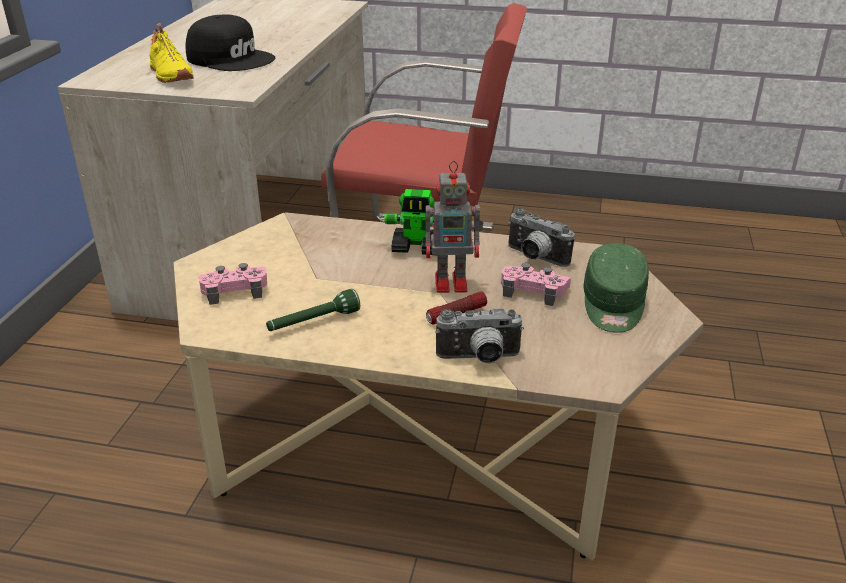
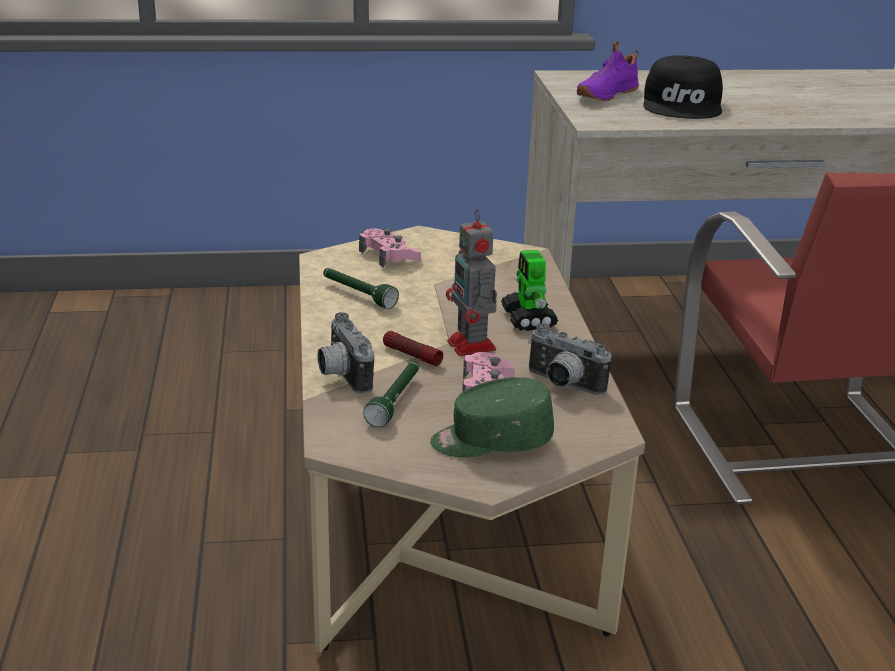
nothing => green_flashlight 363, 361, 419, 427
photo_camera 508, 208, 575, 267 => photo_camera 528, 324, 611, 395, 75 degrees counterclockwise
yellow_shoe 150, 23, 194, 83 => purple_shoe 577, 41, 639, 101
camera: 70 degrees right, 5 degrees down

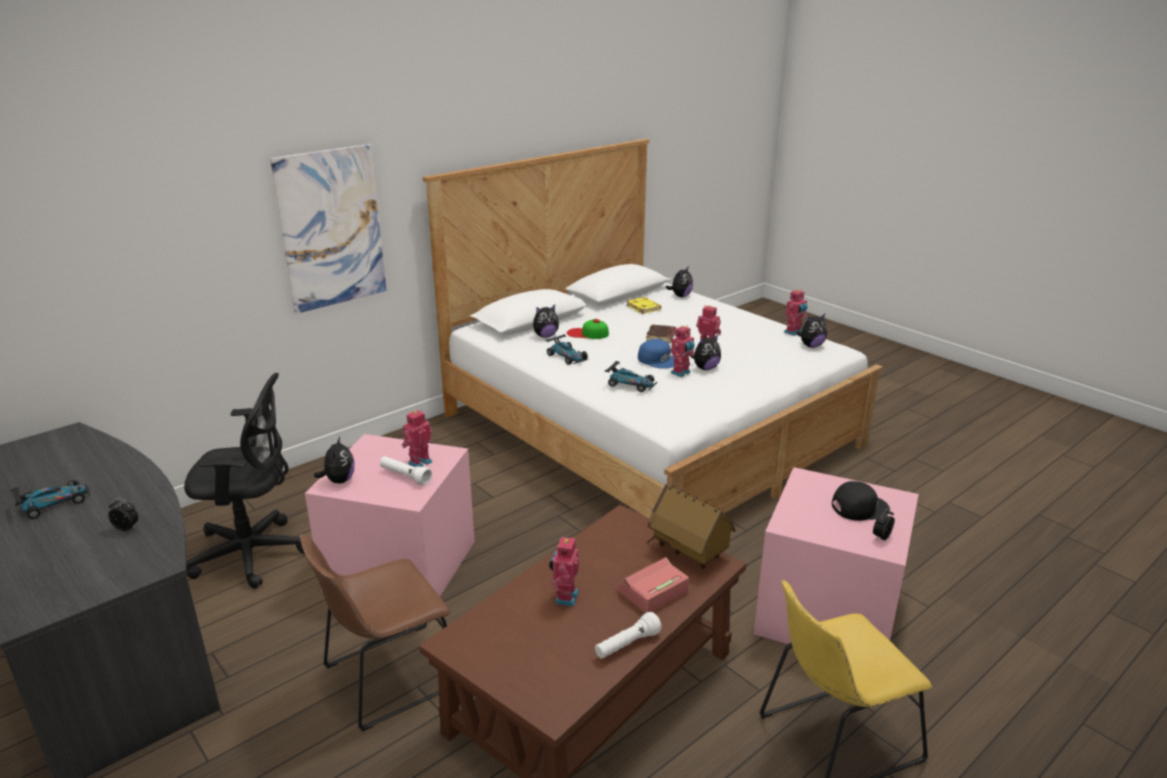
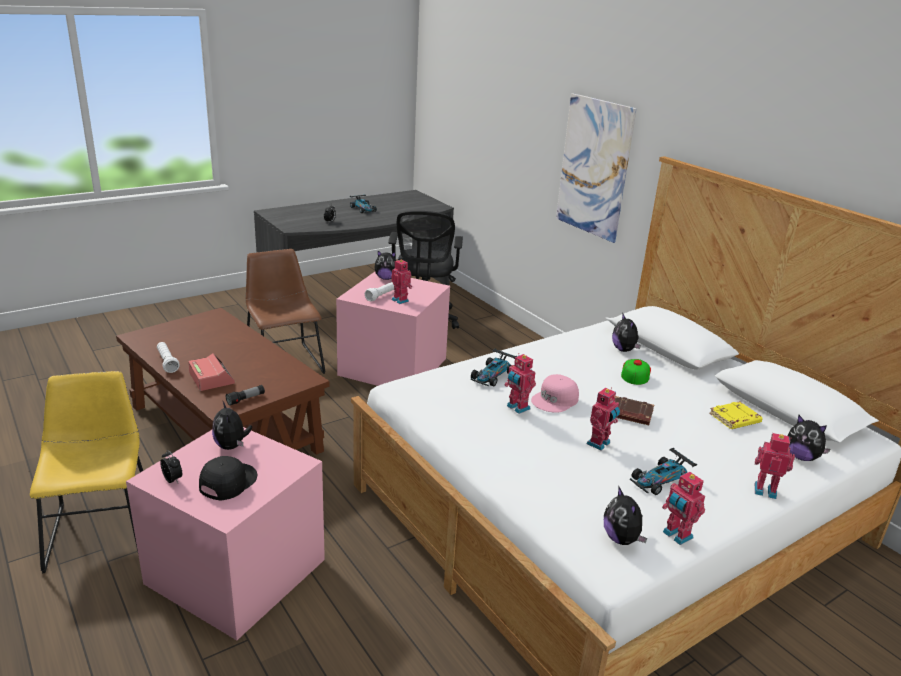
black_cap 832, 481, 890, 521 => black_cap 199, 456, 257, 500, 150 degrees counterclockwise
plush_toy 690, 335, 721, 370 => plush_toy 212, 400, 252, 450, relocated
toy_house 646, 484, 735, 569 => flashlight 226, 385, 265, 406
blue_cap 638, 339, 674, 369 => pink_cap 531, 374, 579, 413
toy_car 546, 334, 588, 365 => toy_car 630, 448, 697, 495, relocated
toy_robot 549, 535, 579, 606 => toy_robot 755, 433, 795, 499, relocated
camera: 95 degrees right, 0 degrees up

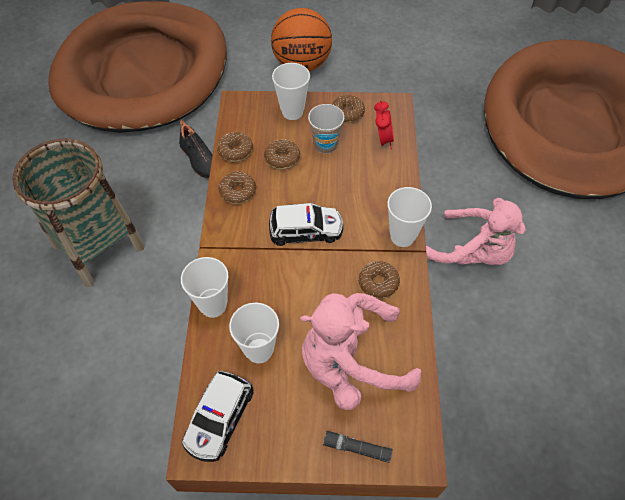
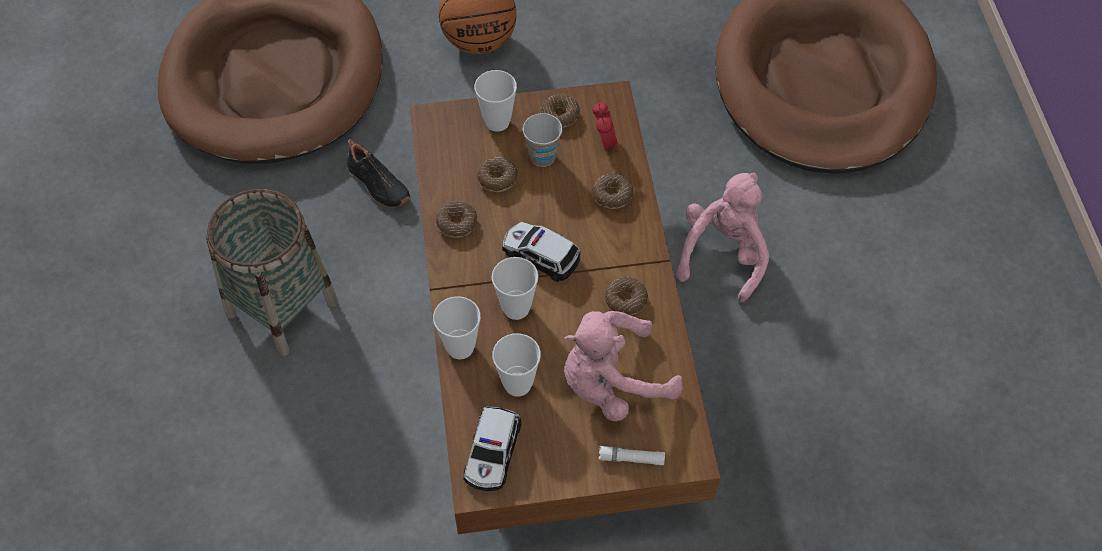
cup 387, 187, 432, 247 => cup 492, 257, 539, 320, relocated
toy_car 269, 203, 343, 246 => toy_car 502, 222, 580, 282, 135 degrees counterclockwise
donut 217, 132, 253, 162 => donut 593, 173, 634, 209, relocated
black_flashlight 323, 431, 393, 463 => white_flashlight 599, 446, 665, 465
pink_plush_toy 426, 198, 526, 265 => pink_plush_toy 677, 172, 769, 303, 90 degrees counterclockwise
camera: 10 degrees left, 0 degrees up

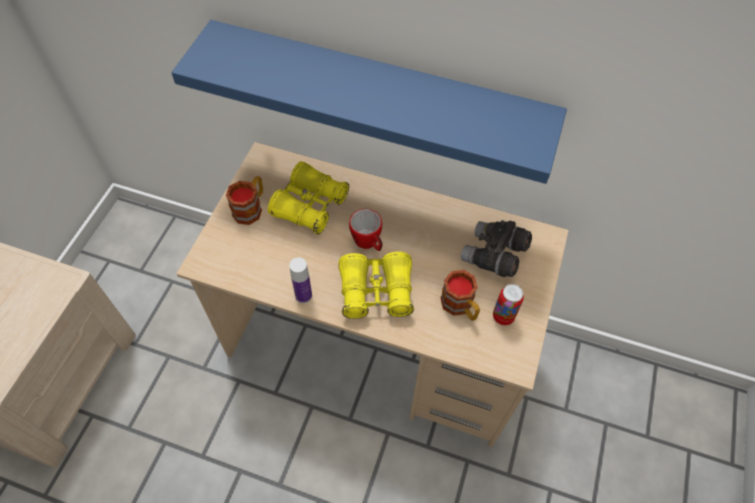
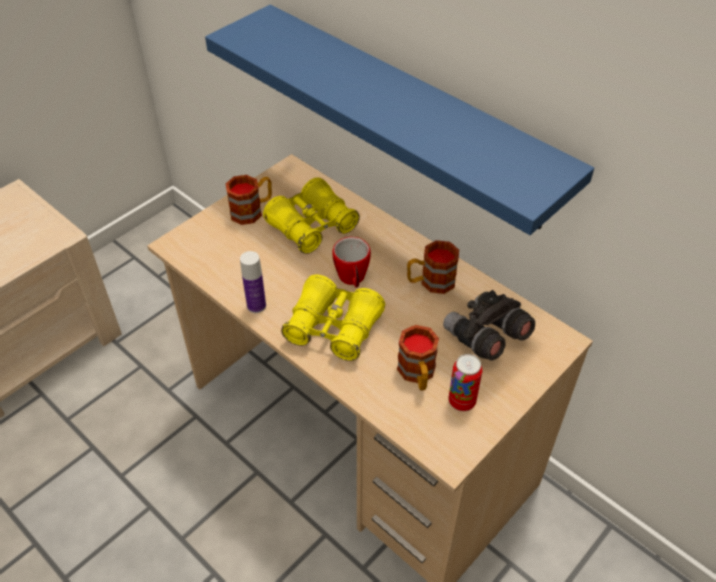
nothing => mug 407, 240, 459, 294
camera: 25 degrees right, 10 degrees down

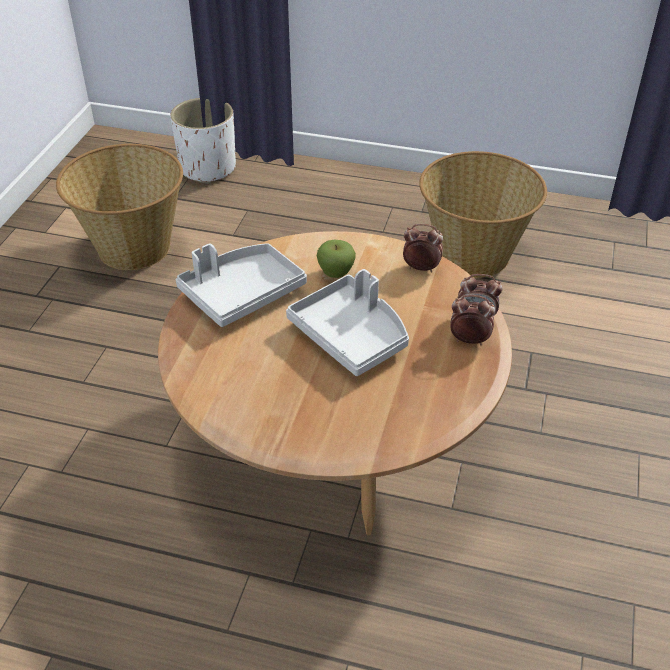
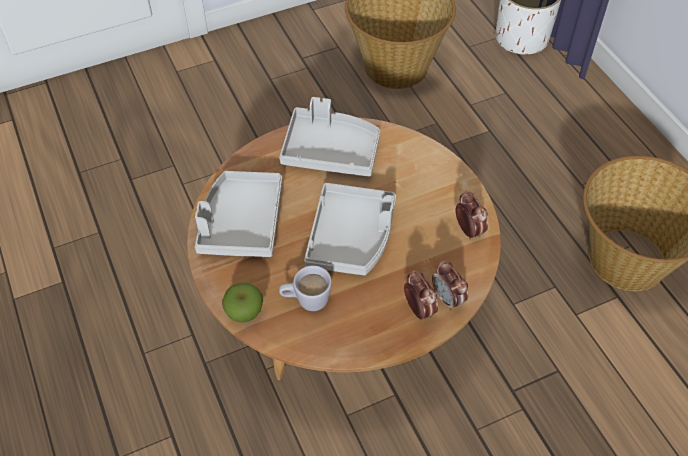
nothing => grey_tray 195, 171, 282, 257
apple 317, 240, 356, 278 => apple 222, 282, 263, 322, relocated
nothing => white_mug 279, 266, 332, 311
camera: 50 degrees right, 10 degrees up

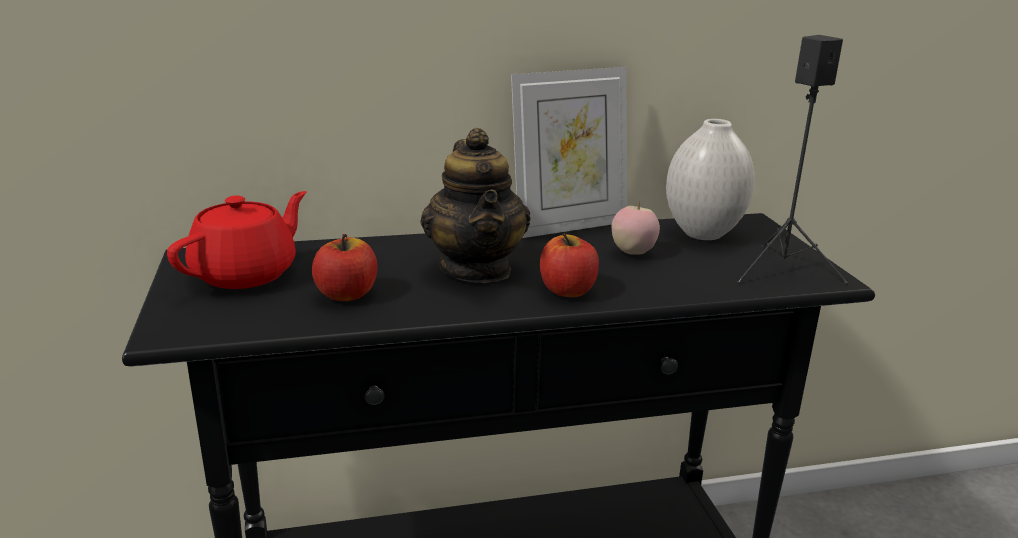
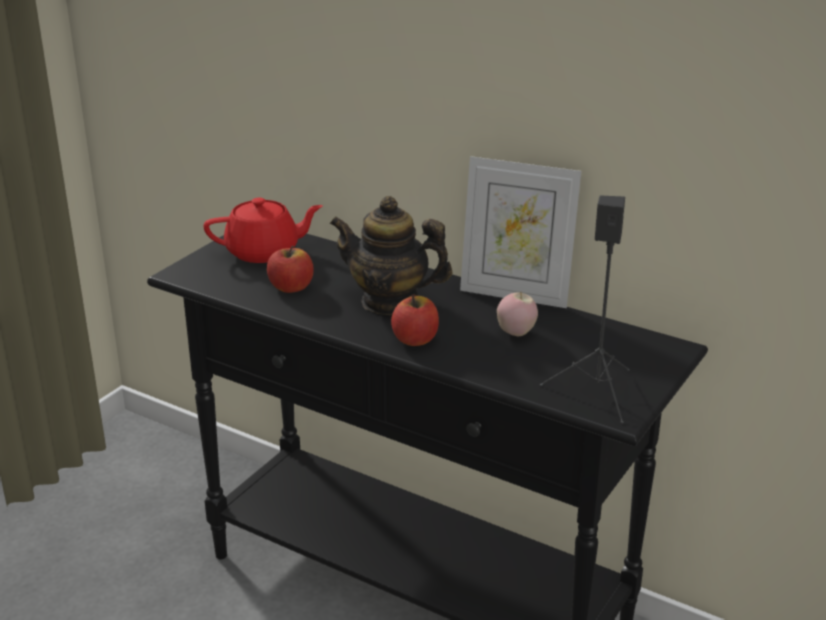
teapot 420, 128, 531, 283 => teapot 330, 196, 453, 315, 75 degrees clockwise
white_vase 666, 119, 755, 240 => nothing
camera: 45 degrees right, 5 degrees up

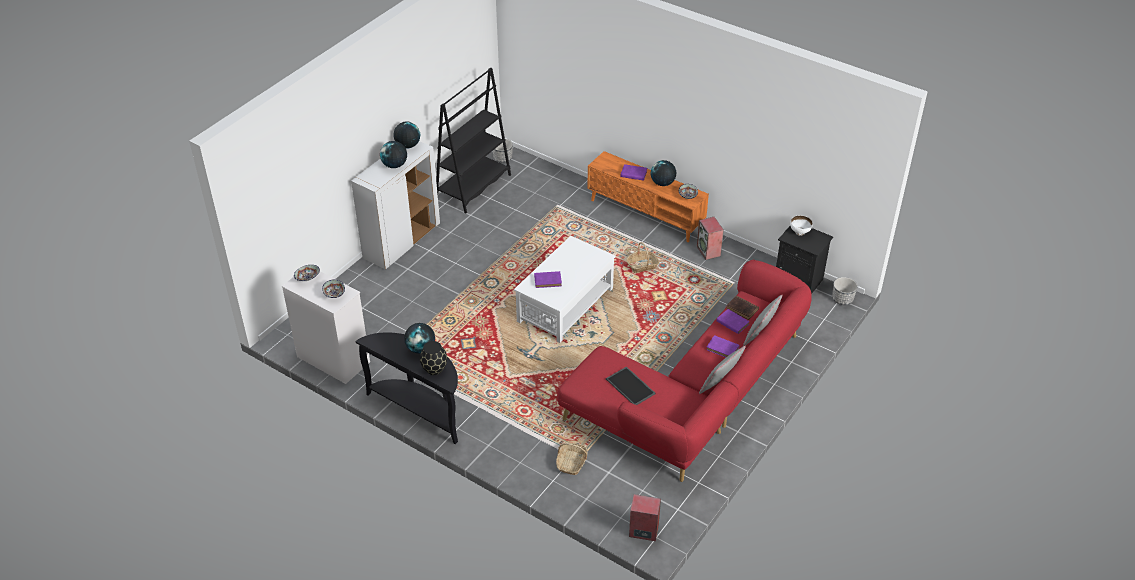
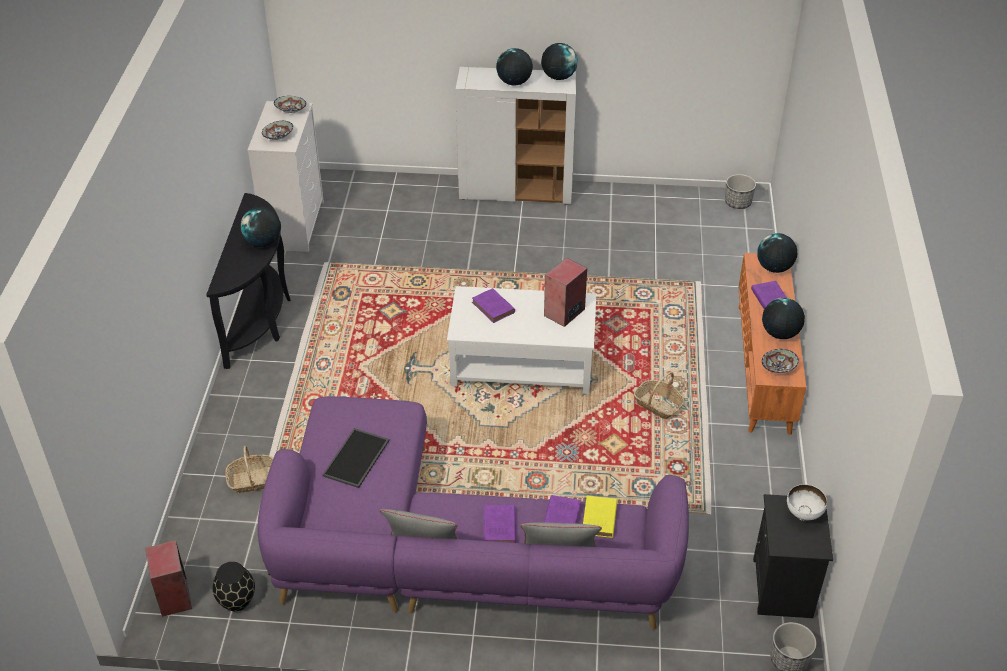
black_vase 420, 341, 447, 375 => black_vase 212, 562, 255, 611, relocated
red_sofa 557, 260, 812, 482 => purple_sofa 258, 396, 689, 629
speaker 697, 217, 724, 260 => speaker 544, 257, 587, 327, relocated
brown_book 726, 296, 759, 320 => yellow_book 583, 496, 617, 538
nothing => globe 757, 233, 797, 273
black_bookcase 436, 68, 511, 213 => nothing
camera: 60 degrees right, 0 degrees up

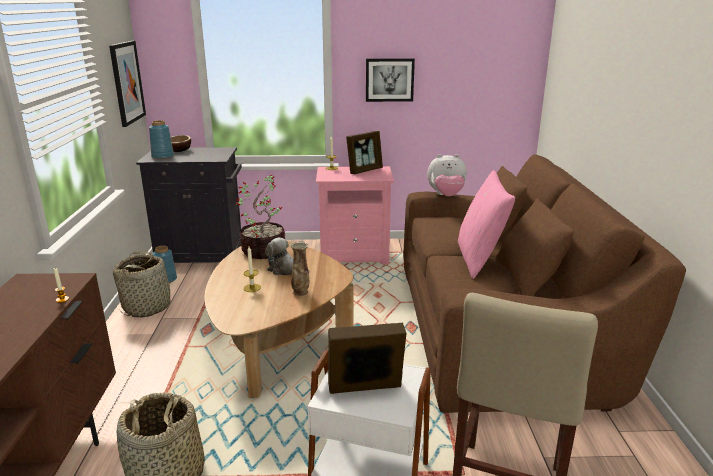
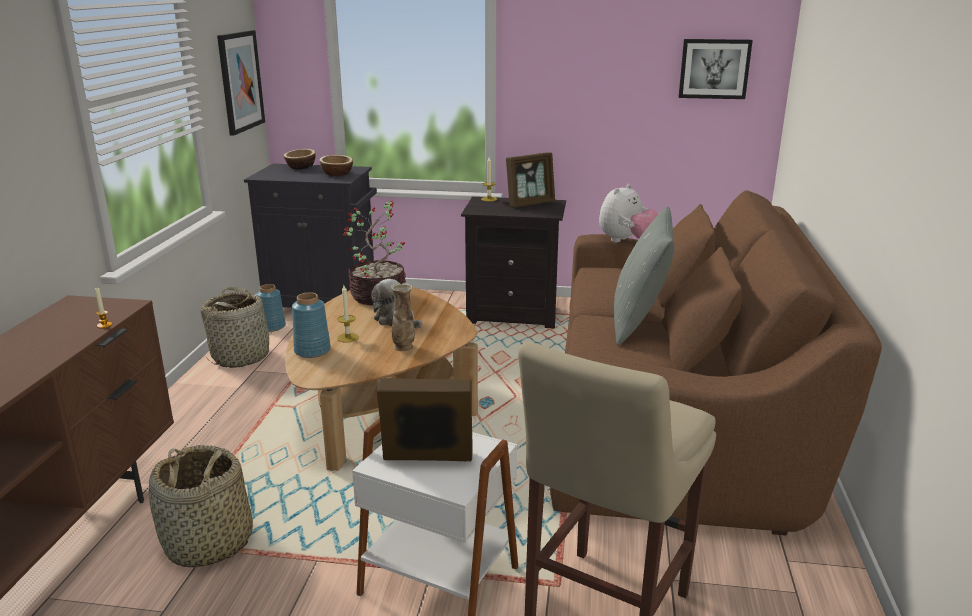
blue_vase 149, 120, 174, 159 => blue_vase 292, 292, 331, 358, relocated
nothing => bowl 319, 155, 353, 176
pink_nightstand 316, 166, 394, 264 => black_nightstand 461, 197, 566, 329
plush_toy 427, 154, 467, 196 => plush_toy 599, 184, 658, 243, 60 degrees counterclockwise
pink_pillow 458, 170, 515, 279 => grey_pillow 614, 207, 675, 346
picture 366, 58, 415, 102 => picture 679, 39, 753, 99, relocated
camera: 10 degrees right, 0 degrees up

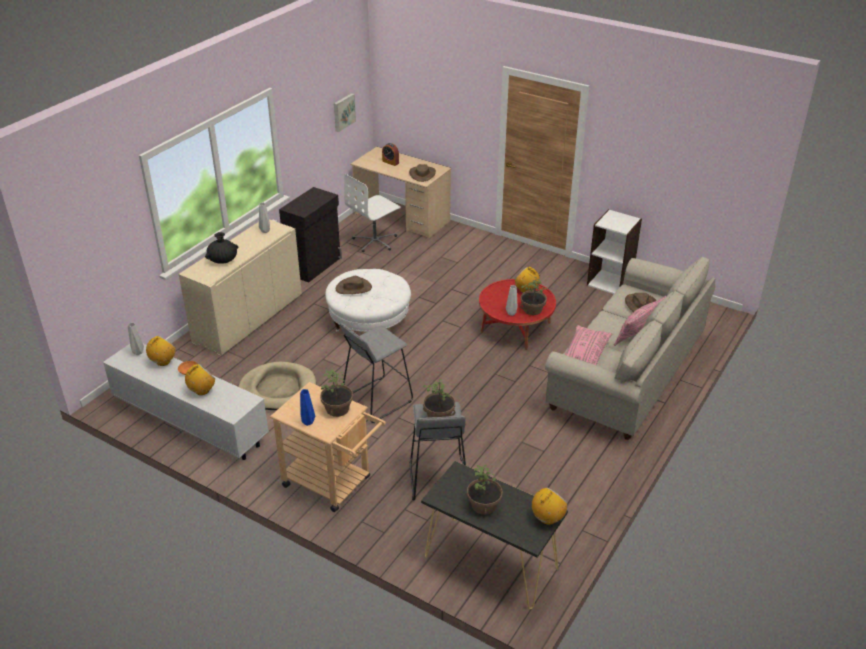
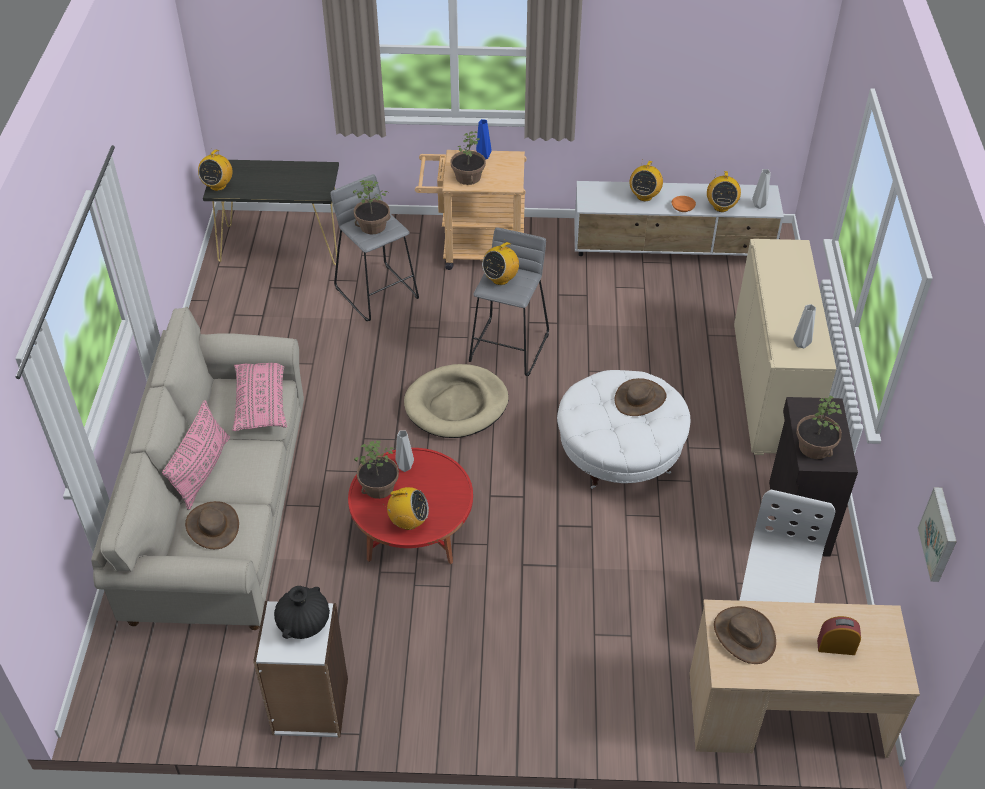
black_vase 205, 232, 238, 264 => black_vase 274, 586, 330, 639, relocated
beige_dog_bed 238, 362, 316, 410 => beige_dog_bed 404, 364, 508, 438, relocated
nothing => radio 482, 242, 519, 285
potted_plant 467, 465, 503, 515 => potted_plant 796, 396, 842, 459, relocated
camera: 150 degrees right, 10 degrees up

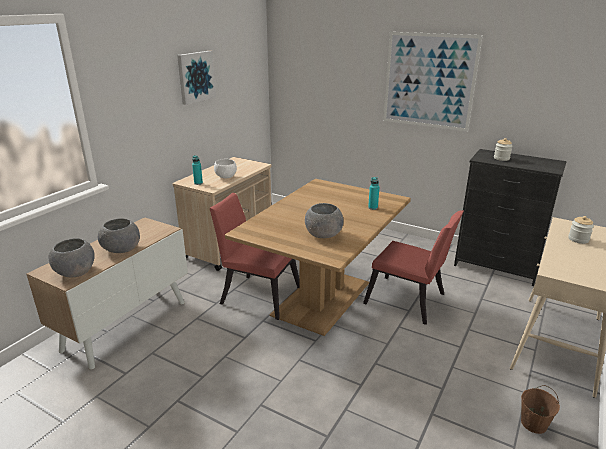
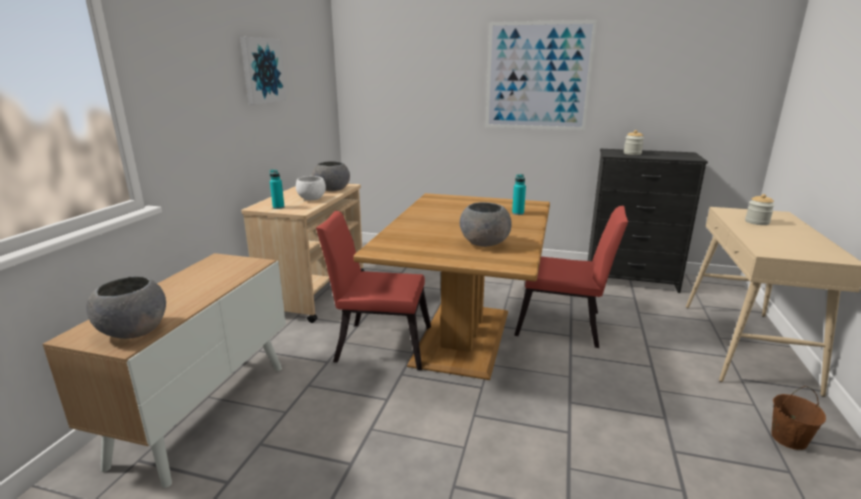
grey_bowl 98, 218, 140, 253 => grey_bowl 312, 161, 350, 191, relocated
camera: 15 degrees left, 5 degrees down

